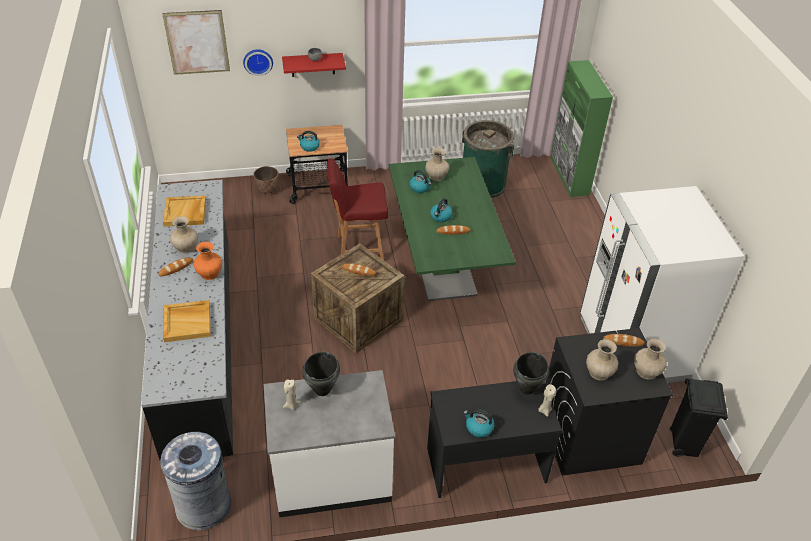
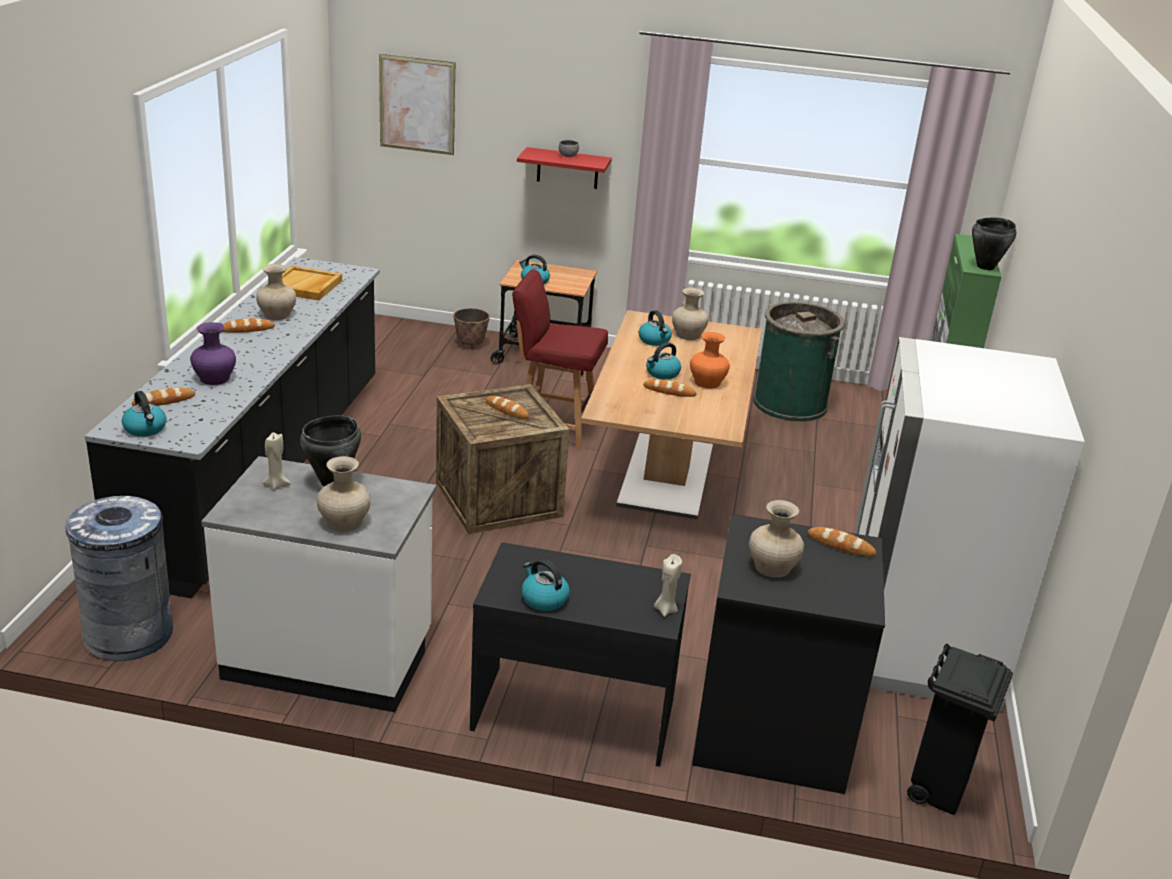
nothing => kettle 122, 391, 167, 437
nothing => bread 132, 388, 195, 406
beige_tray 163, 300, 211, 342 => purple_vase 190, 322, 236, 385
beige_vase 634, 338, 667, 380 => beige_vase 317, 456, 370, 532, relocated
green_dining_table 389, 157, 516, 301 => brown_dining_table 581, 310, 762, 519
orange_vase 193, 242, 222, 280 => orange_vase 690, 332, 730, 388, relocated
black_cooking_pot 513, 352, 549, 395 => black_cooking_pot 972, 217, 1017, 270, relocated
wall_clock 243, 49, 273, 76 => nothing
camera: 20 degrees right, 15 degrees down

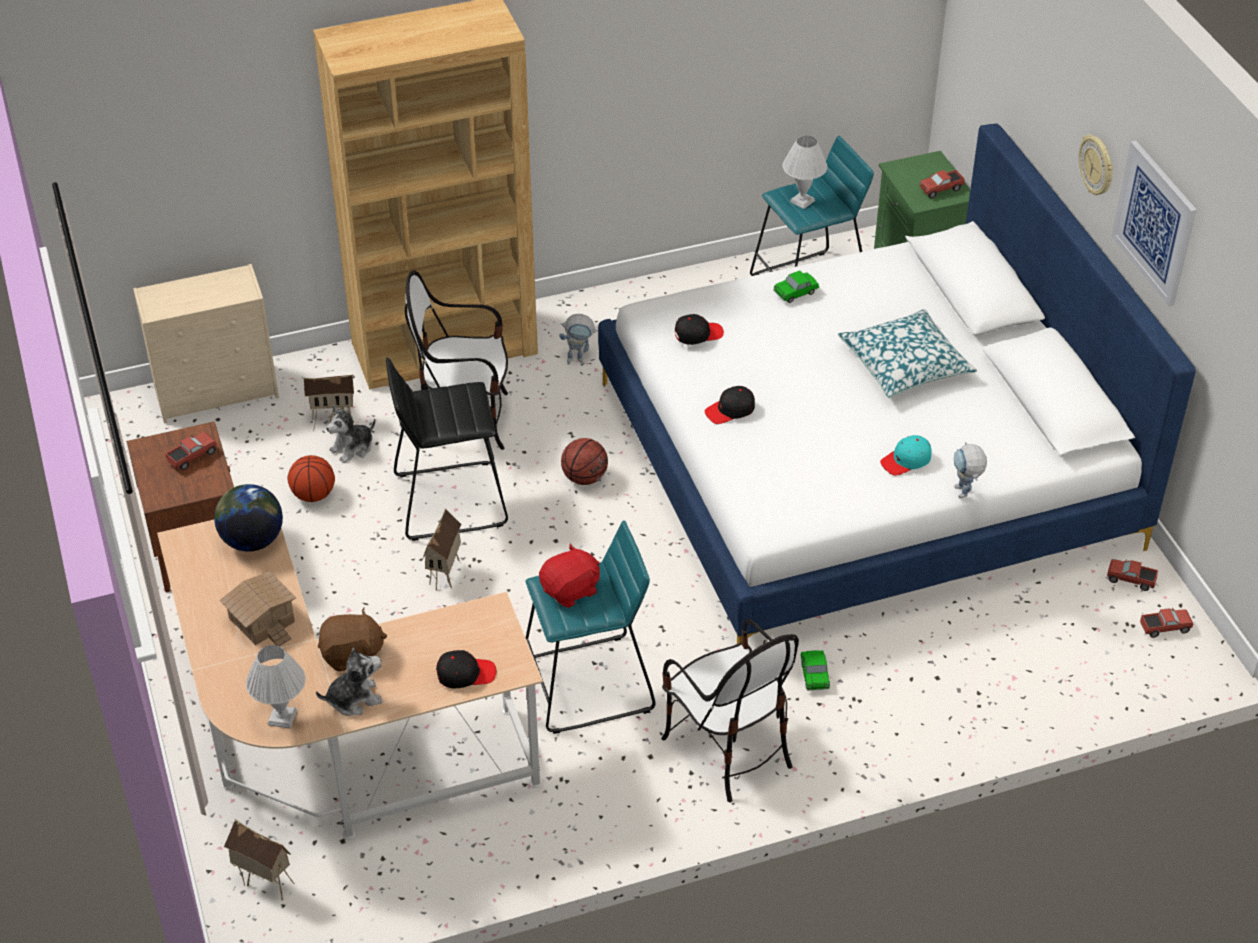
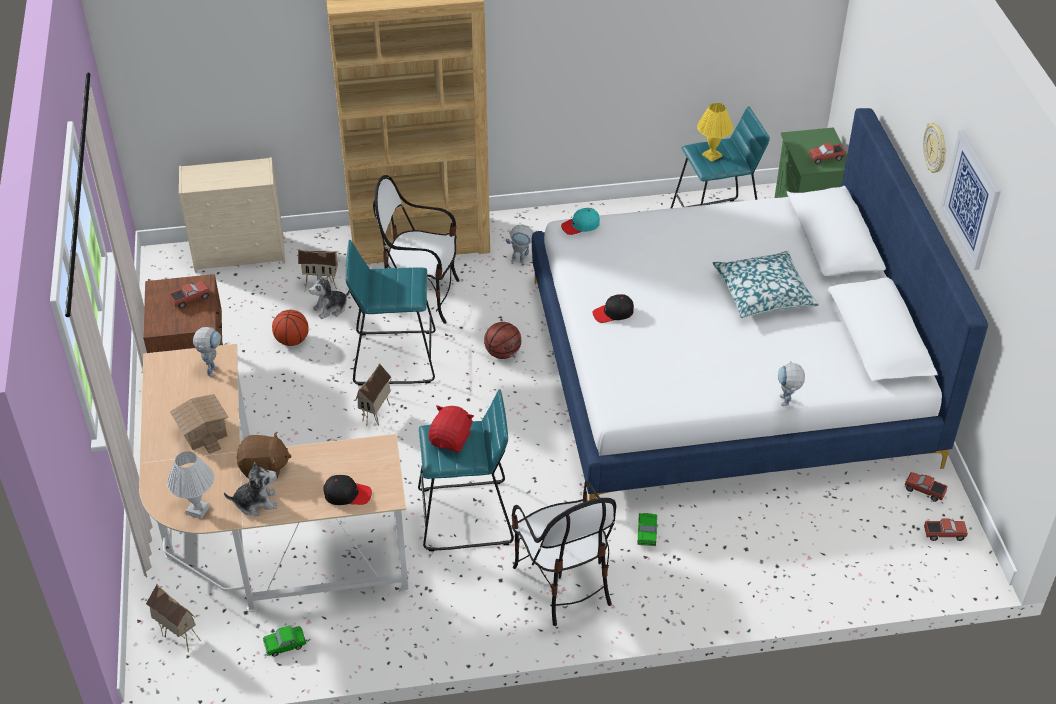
globe 214, 484, 283, 552 => toy_robot 193, 327, 221, 378
toy_car 773, 270, 819, 303 => toy_car 263, 625, 306, 656, relocated
black_stool 386, 358, 508, 541 => turquoise_stool 346, 240, 436, 386
red_plush_toy 539, 543, 600, 608 => red_plush_toy 428, 405, 474, 452, 45 degrees counterclockwise
turquoise_cap 880, 435, 932, 476 => turquoise_cap 561, 208, 600, 235, relocated
white_table_lamp 783, 135, 828, 209 => yellow_table_lamp 697, 103, 733, 162
black_cap 675, 314, 724, 345 => nothing
camera: 10 degrees right, 0 degrees up

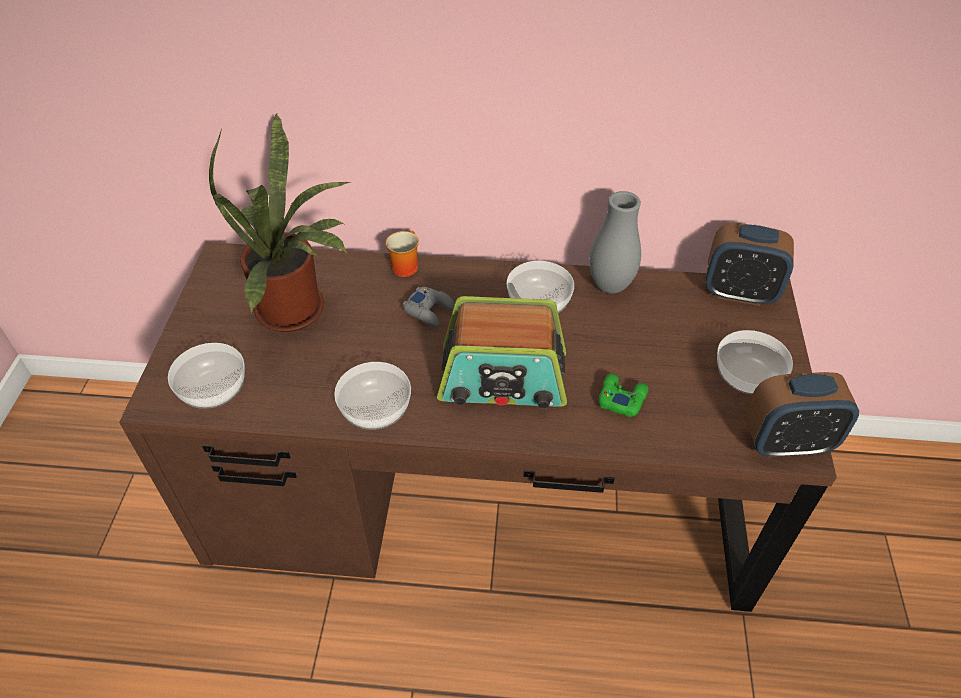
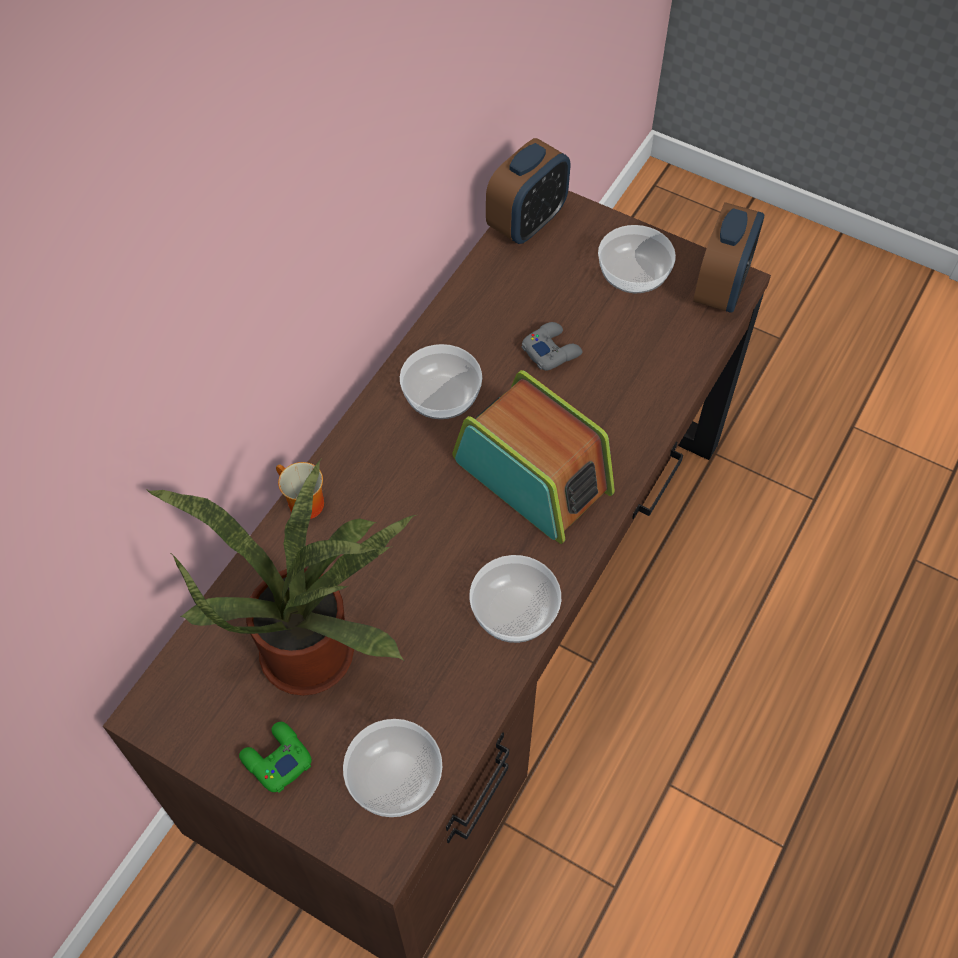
green_game_controller 598, 374, 648, 417 => green_game_controller 239, 722, 312, 793, relocated
radio 437, 296, 567, 409 => radio 452, 370, 615, 544, 75 degrees counterclockwise
grey_game_controller 403, 287, 455, 328 => grey_game_controller 521, 322, 583, 371, relocated
grey_vase 589, 191, 641, 293 => nothing
camera: 65 degrees left, 10 degrees up

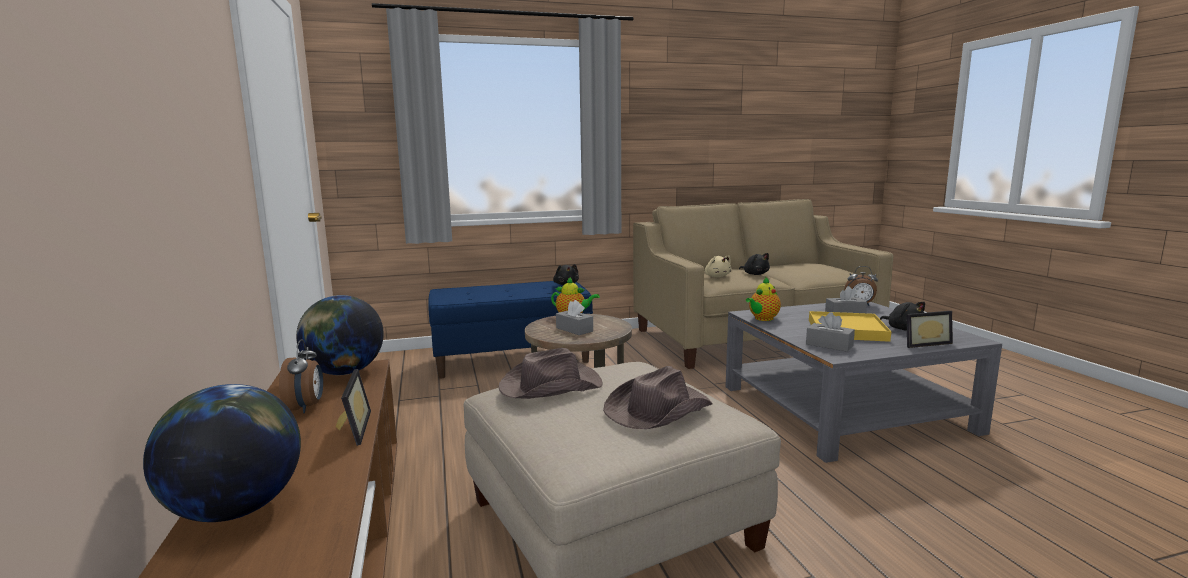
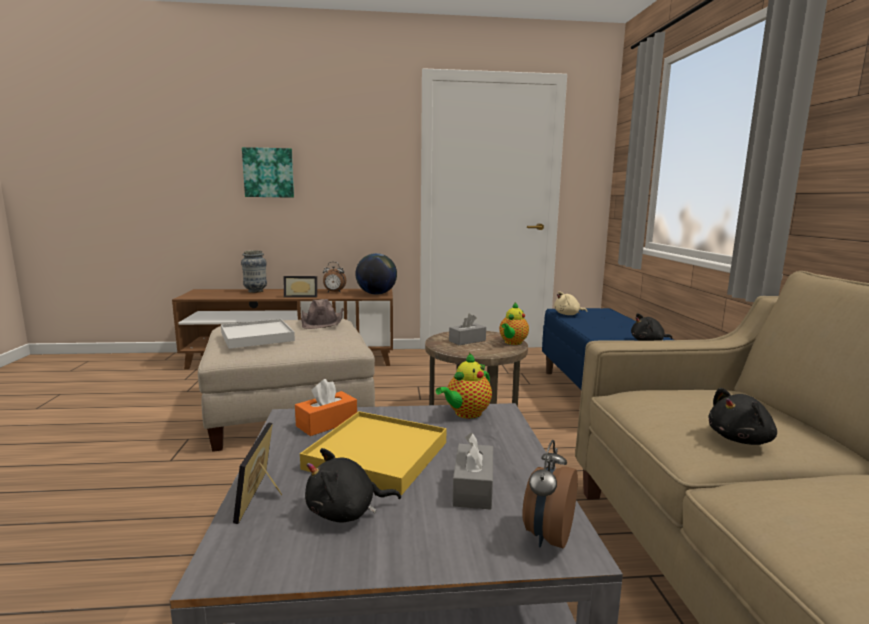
brown_hat 603, 366, 712, 429 => white_tray 221, 319, 295, 349
globe 143, 384, 301, 522 => vase 241, 250, 267, 293
nothing => picture 242, 147, 294, 198
grey_tissue_box 806, 312, 855, 352 => orange_tissue_box 295, 379, 357, 436
teapot 746, 277, 781, 321 => teapot 436, 353, 492, 419, 105 degrees counterclockwise
beige_plush_toy 705, 255, 731, 277 => beige_plush_toy 554, 291, 587, 315, relocated
camera: 100 degrees right, 0 degrees up

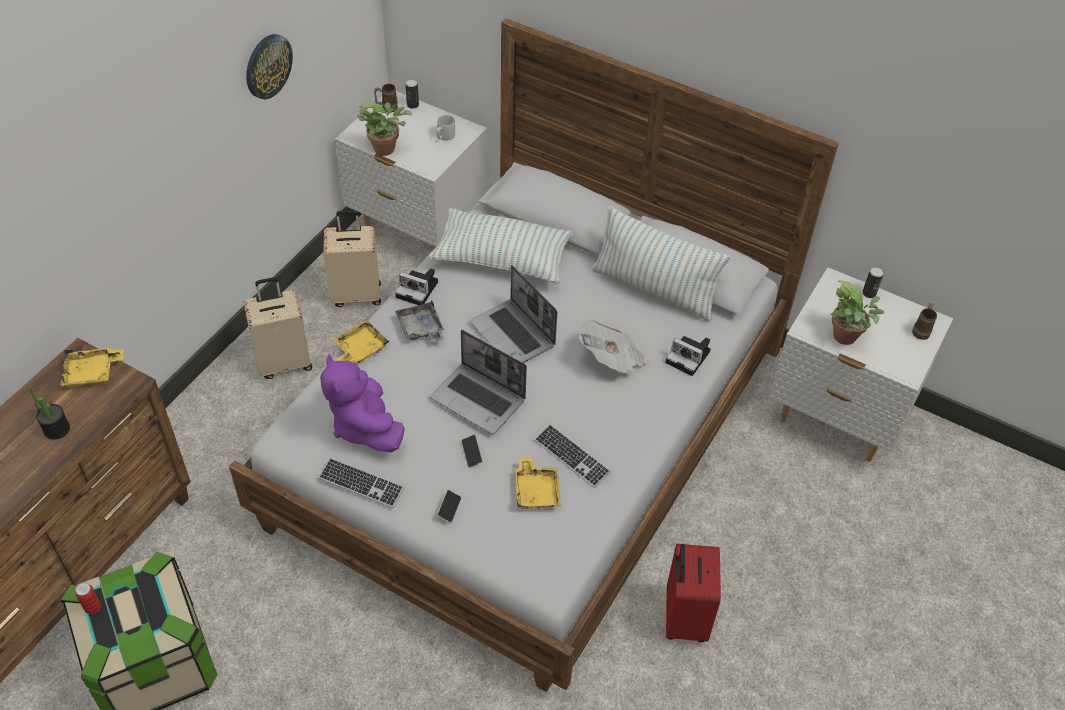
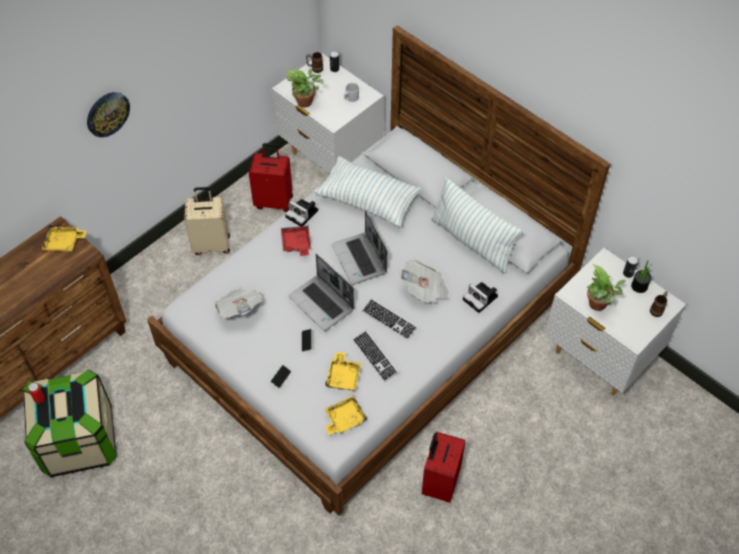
wall_clock 246, 34, 293, 99 => wall_clock 87, 92, 130, 137, relocated
purple_plush_toy 320, 354, 405, 452 => newspaper 214, 286, 262, 318
beige_suitcase 323, 210, 381, 307 => red_suitcase 249, 143, 293, 212
grey_tray 395, 300, 444, 342 => red_tray 281, 226, 311, 256
yellow_tray 333, 320, 389, 363 => yellow_tray 325, 396, 367, 435, relocated
keyboard 319, 457, 404, 508 => keyboard 362, 299, 417, 340, relocated
potted_plant 29, 387, 70, 440 => potted_plant 631, 261, 651, 293, relocated
camera: 15 degrees right, 5 degrees up

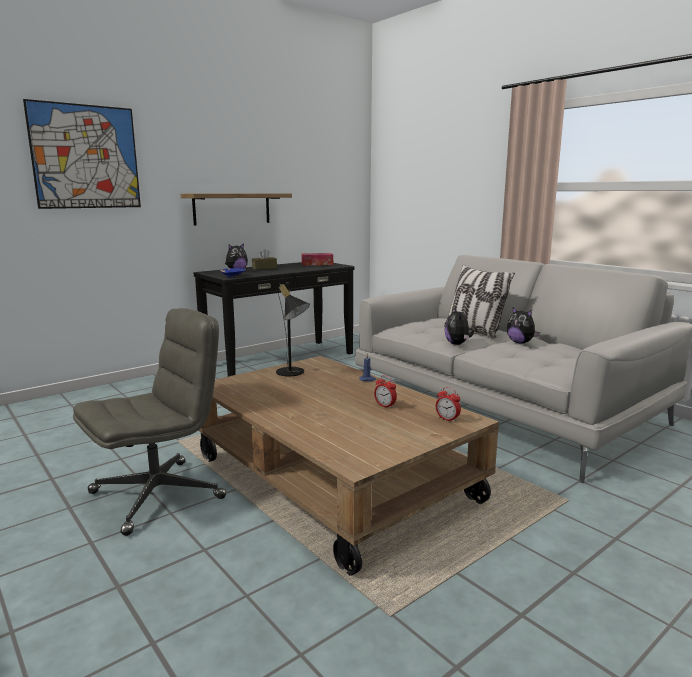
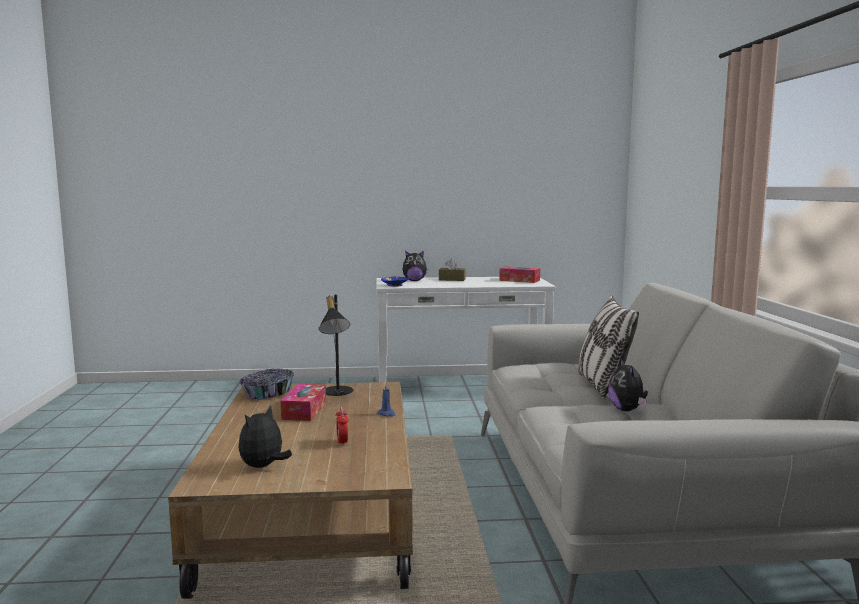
plush_toy 445, 307, 474, 345 => plush_toy 238, 405, 292, 468, relocated
nothing => bowl 239, 369, 294, 400
nothing => tissue_box 281, 384, 326, 421
black_console_table 194, 262, 354, 377 => white_console_table 376, 277, 556, 382
picture 23, 99, 141, 209 => nothing
grey_office_chair 73, 308, 226, 536 => nothing
shelf 181, 193, 292, 226 => nothing
alarm_clock 436, 387, 461, 423 => nothing
camera: 35 degrees right, 5 degrees down

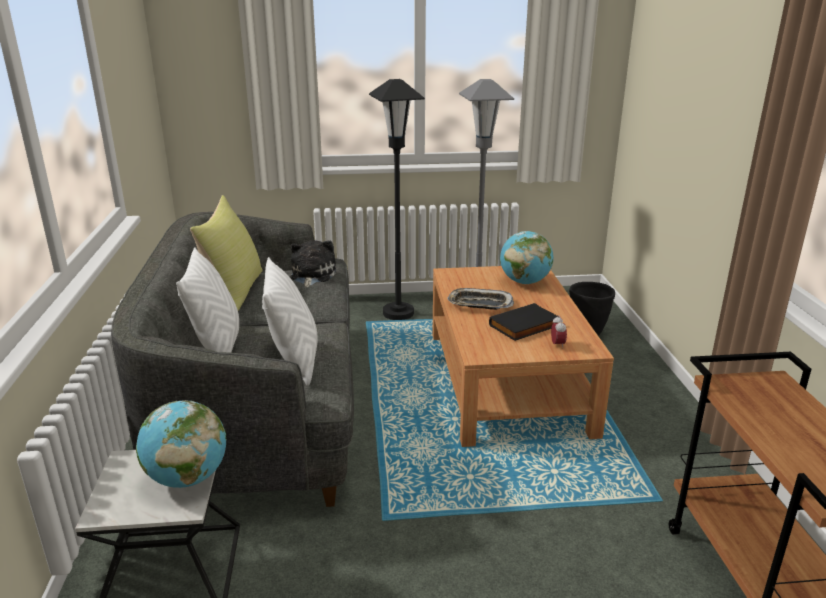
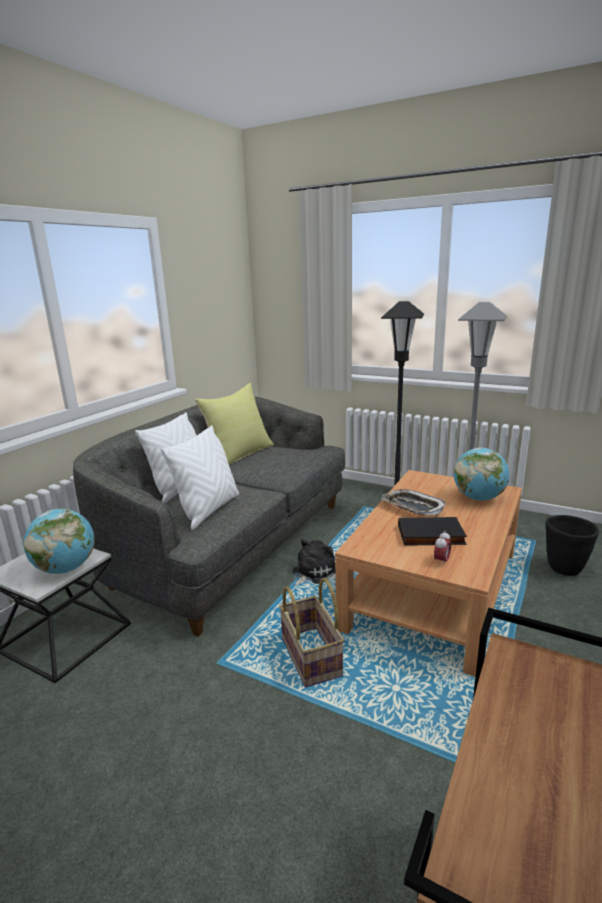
nothing => basket 279, 578, 344, 687
plush_toy 290, 240, 336, 287 => plush_toy 292, 539, 335, 586, relocated
camera: 35 degrees right, 5 degrees down

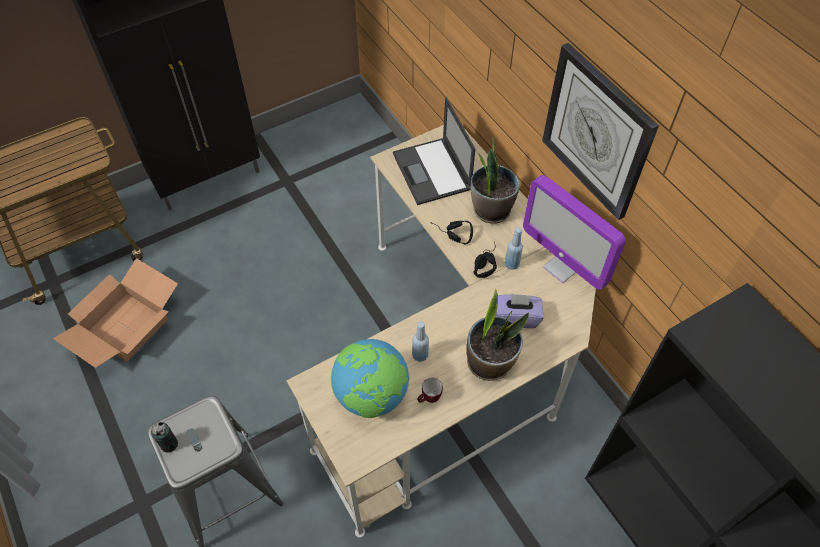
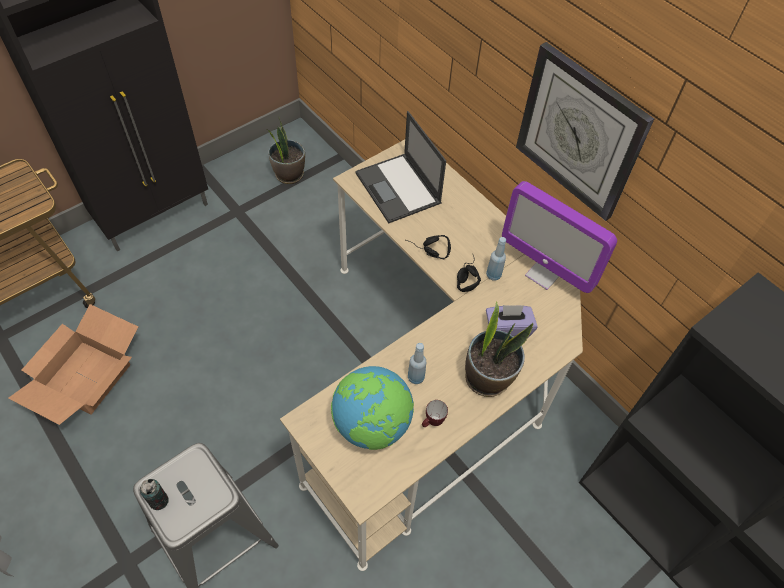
potted_plant 471, 136, 520, 224 => potted_plant 267, 118, 305, 184, relocated
camera: 10 degrees left, 0 degrees up

